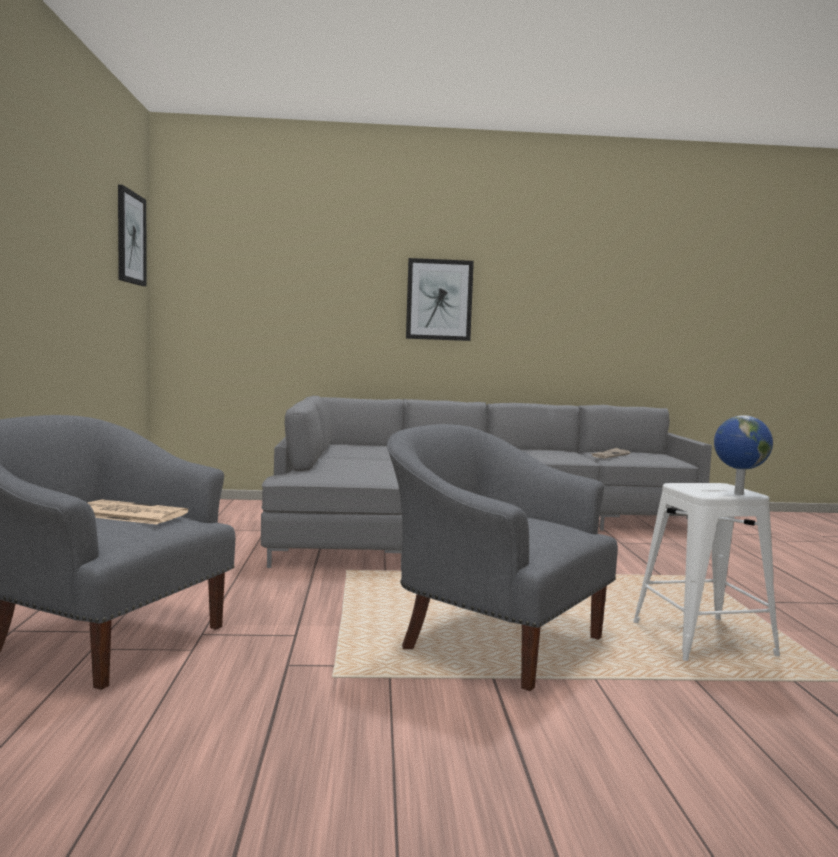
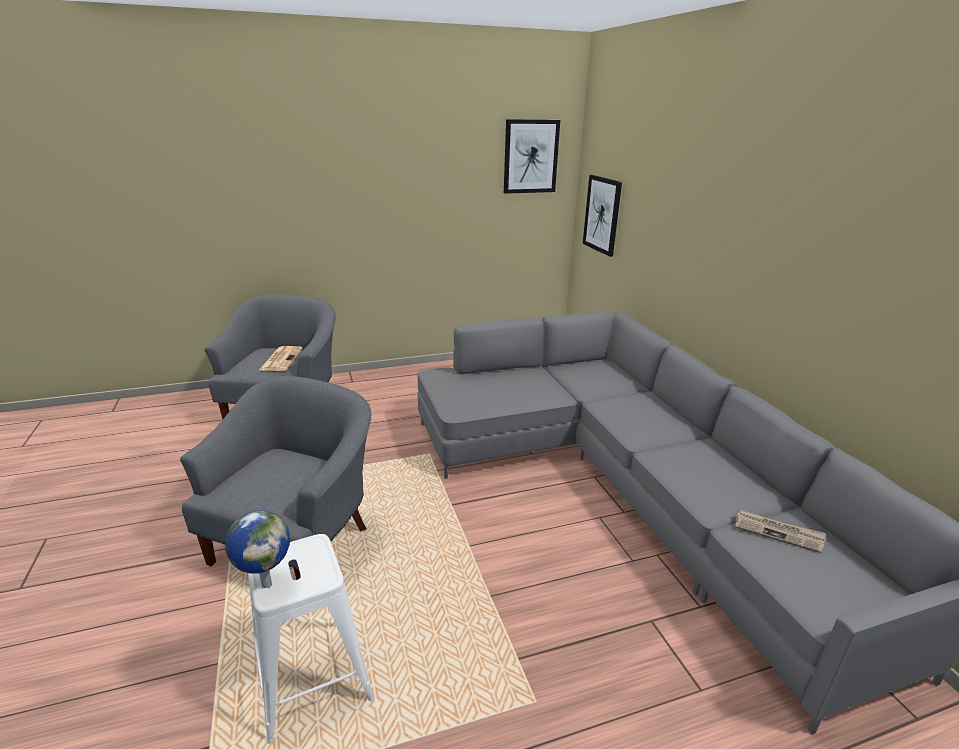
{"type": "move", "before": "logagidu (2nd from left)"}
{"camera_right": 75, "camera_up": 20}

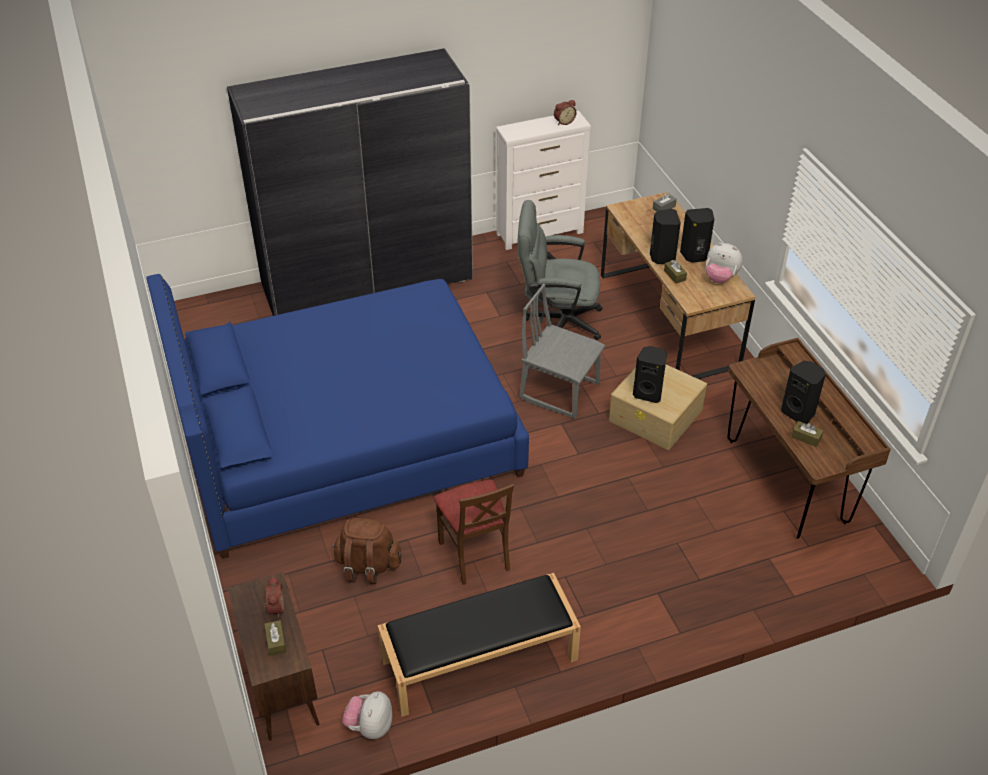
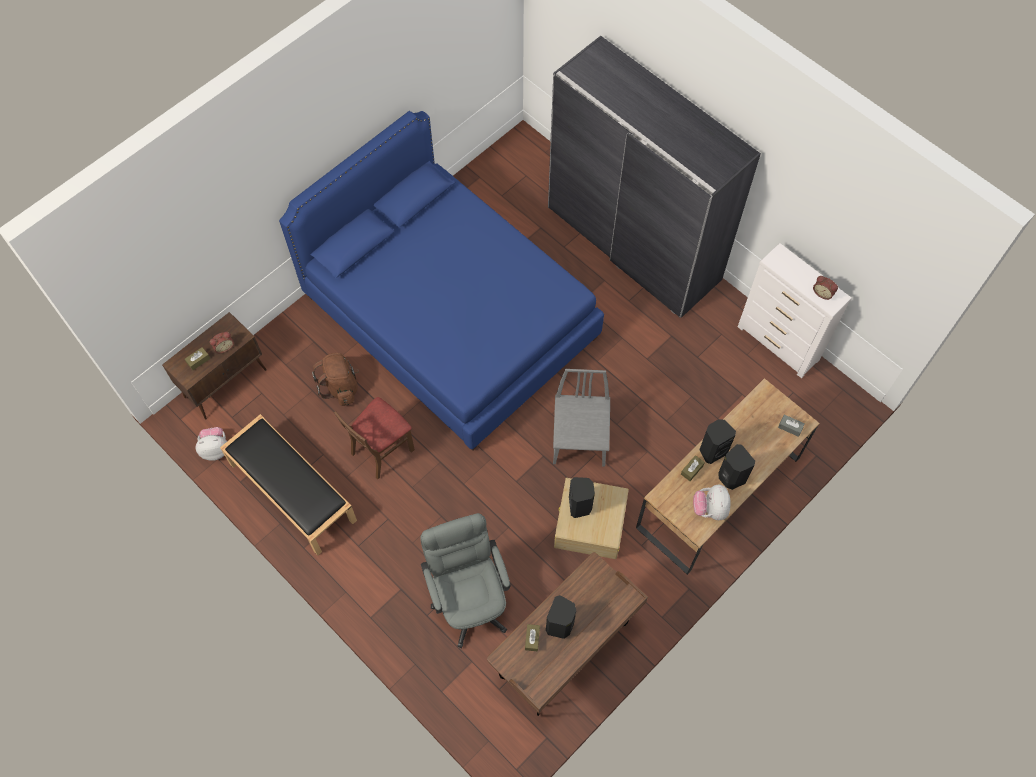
{"type": "move", "before": "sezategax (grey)"}
{"camera_right": 65, "camera_up": 20}

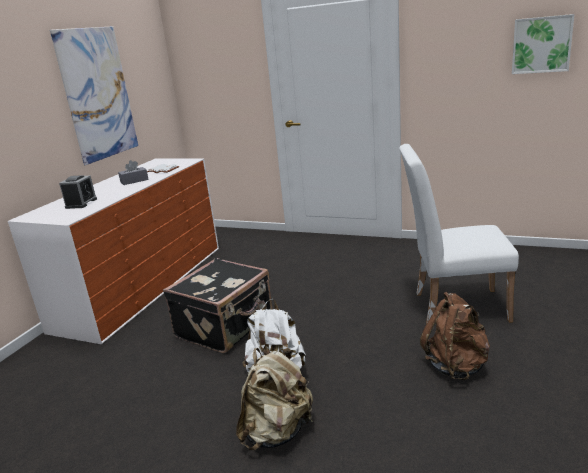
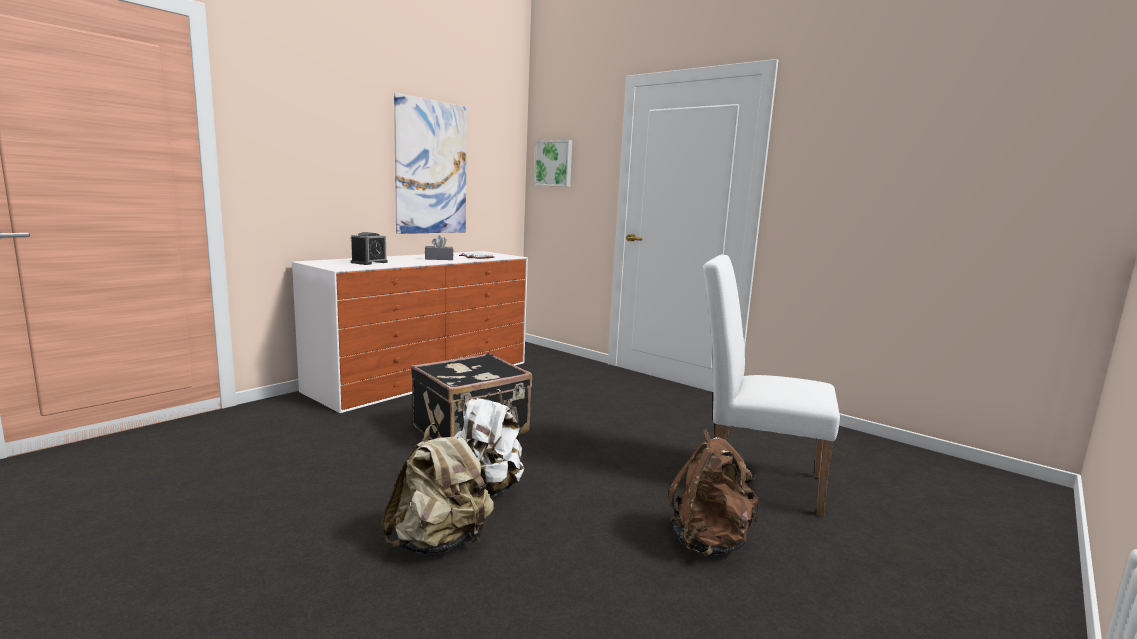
{"type": "move", "before": "logagidu (2nd from left)"}
{"camera_right": 15, "camera_up": -10}

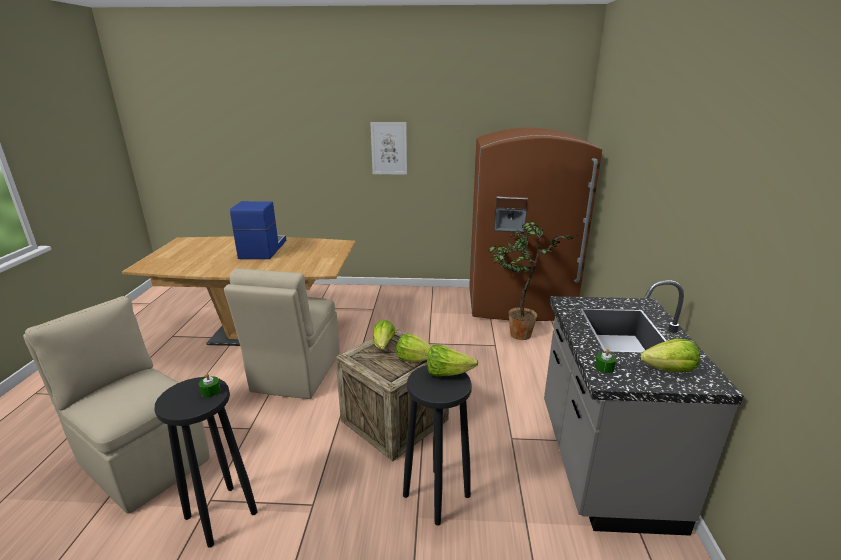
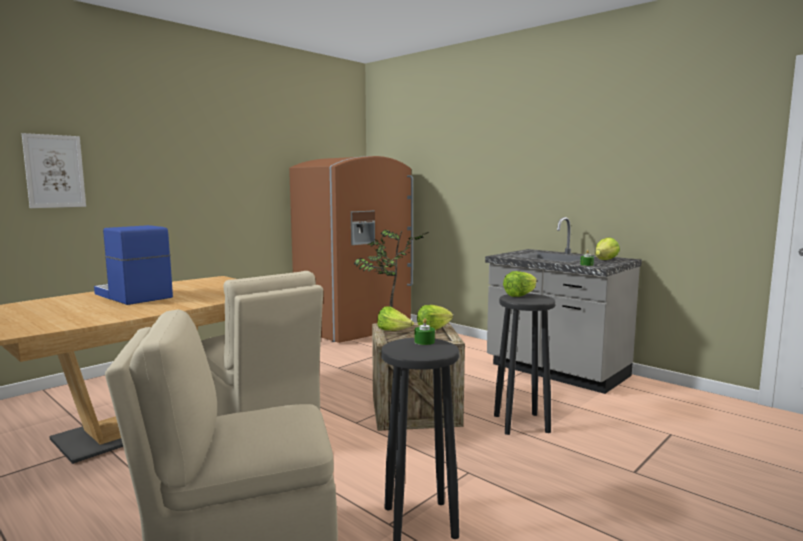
{"type": "move", "before": "logagidu"}
{"camera_right": -50, "camera_up": -15}

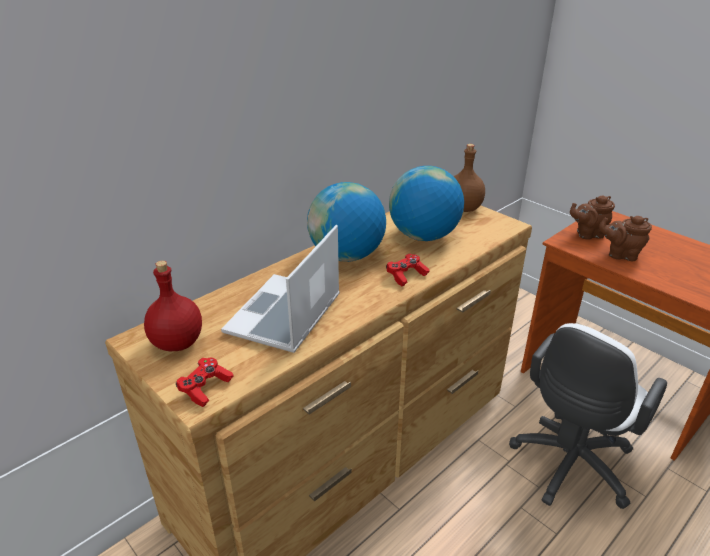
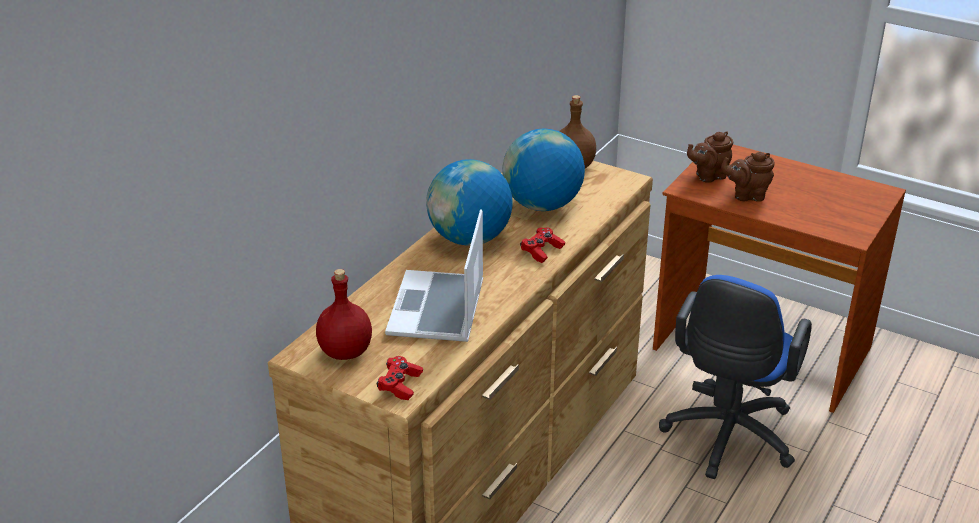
{"type": "recolor", "before": "sezategax (white)", "after": "sezategax (blue)"}
{"camera_right": -15, "camera_up": 0}

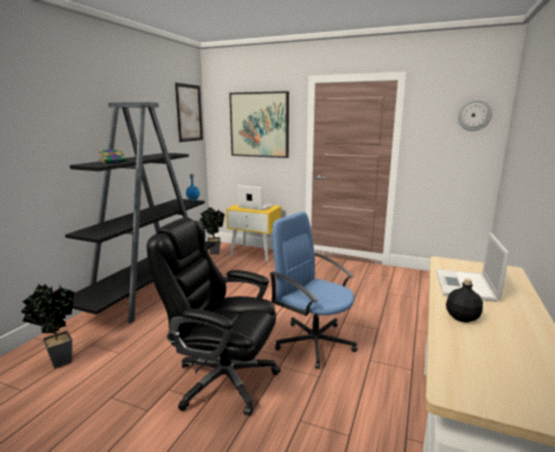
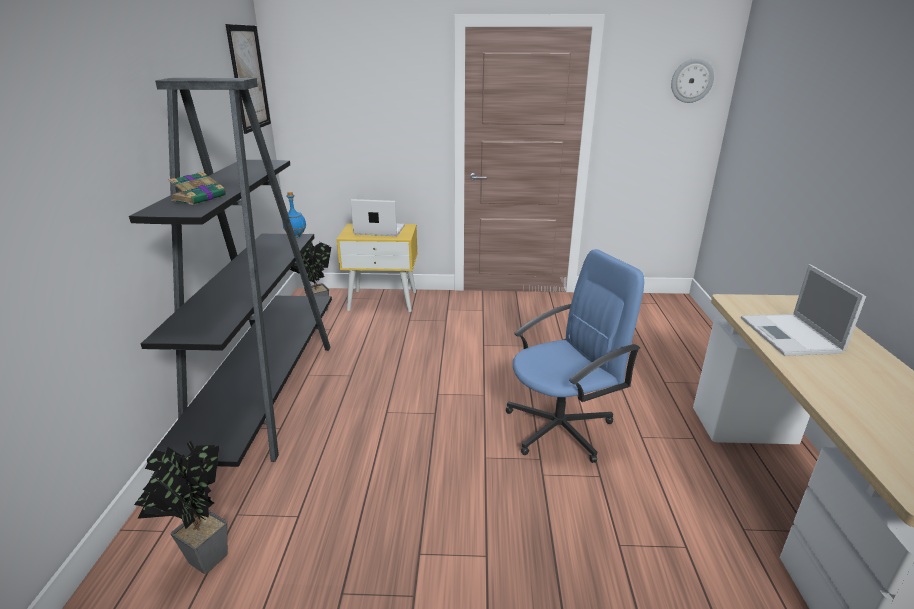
{"type": "delete", "before": "logagidu (2nd from left)"}
{"type": "rotate", "before": "sezategax (blue)", "turn": 135}
{"type": "delete", "before": "sezategax (black)"}
{"type": "delete", "before": "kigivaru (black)"}
{"camera_right": -20, "camera_up": 10}

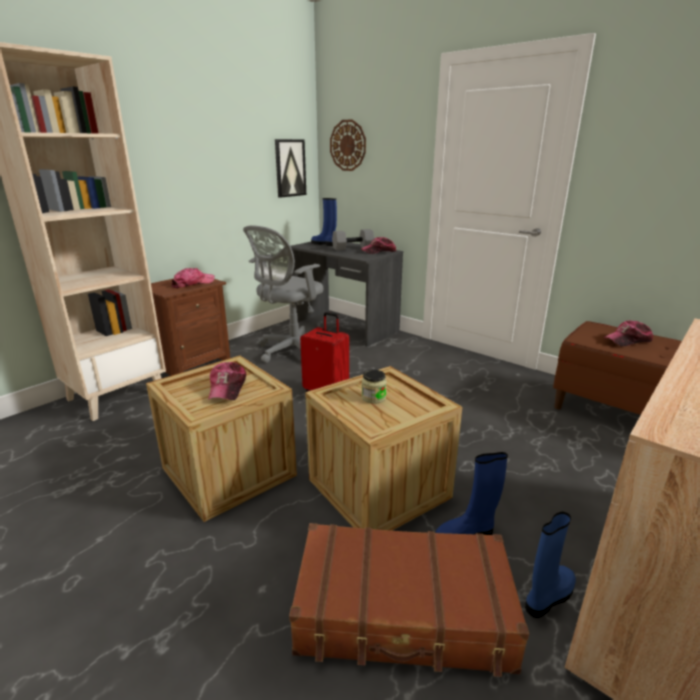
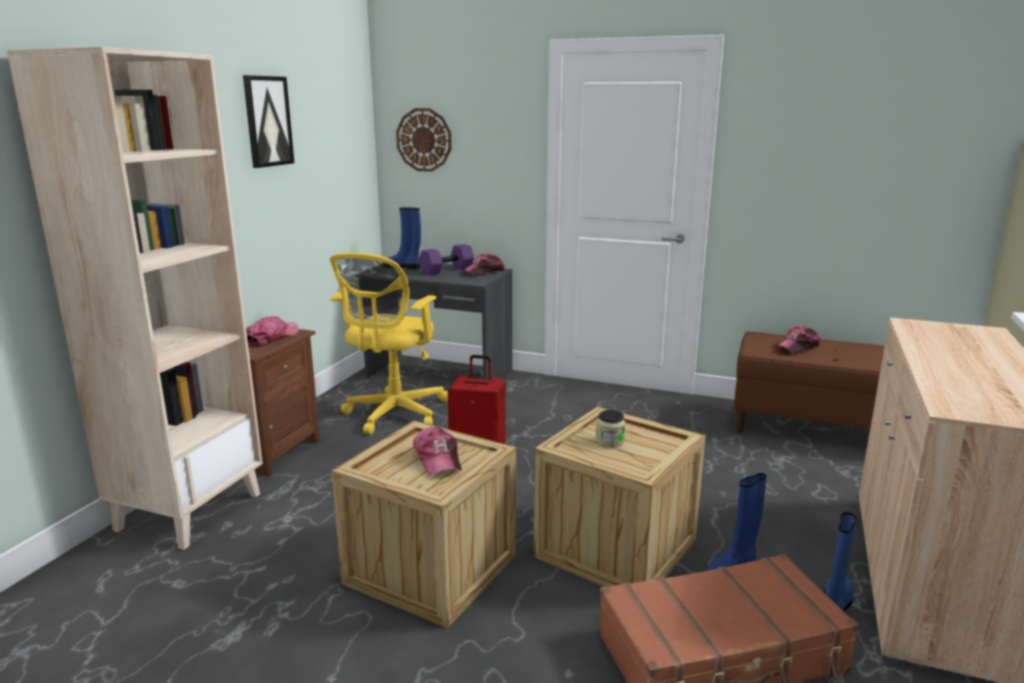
{"type": "move", "before": "logagidu"}
{"type": "recolor", "before": "sezategax (grey)", "after": "sezategax (yellow)"}
{"type": "recolor", "before": "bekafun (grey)", "after": "bekafun (purple)"}
{"camera_right": -20, "camera_up": -5}

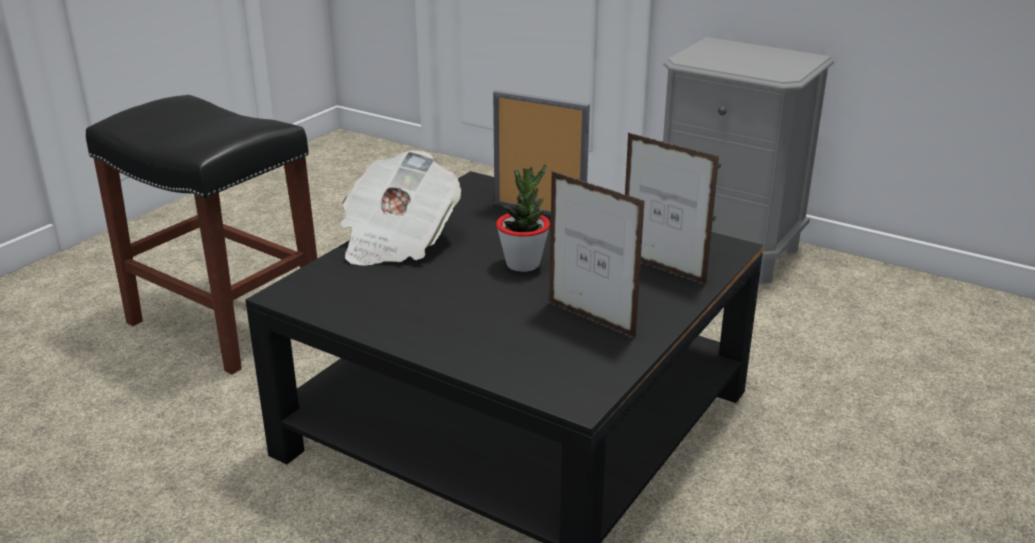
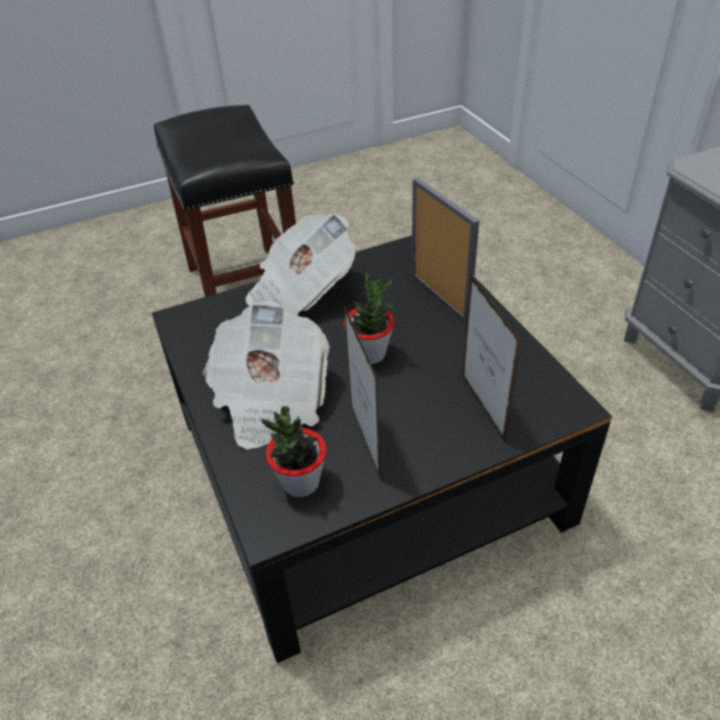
{"type": "insert", "after": "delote (1st from left)"}
{"type": "insert", "after": "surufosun (1st from left)"}
{"camera_right": 35, "camera_up": 15}

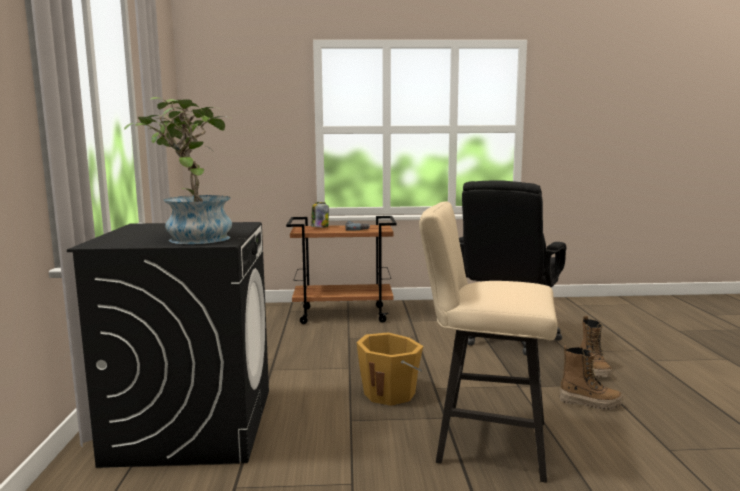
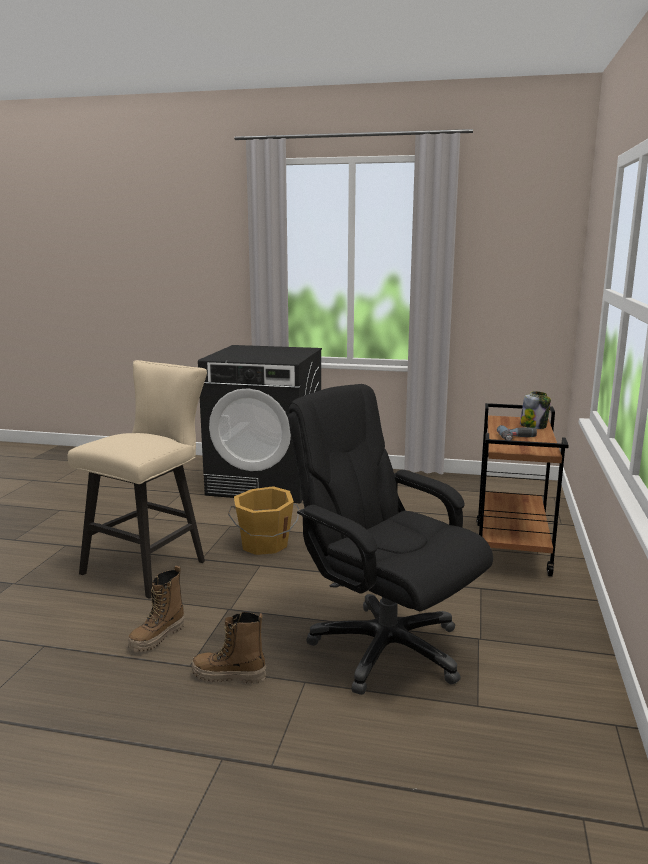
{"type": "delete", "before": "surufosun"}
{"camera_right": 105, "camera_up": 5}

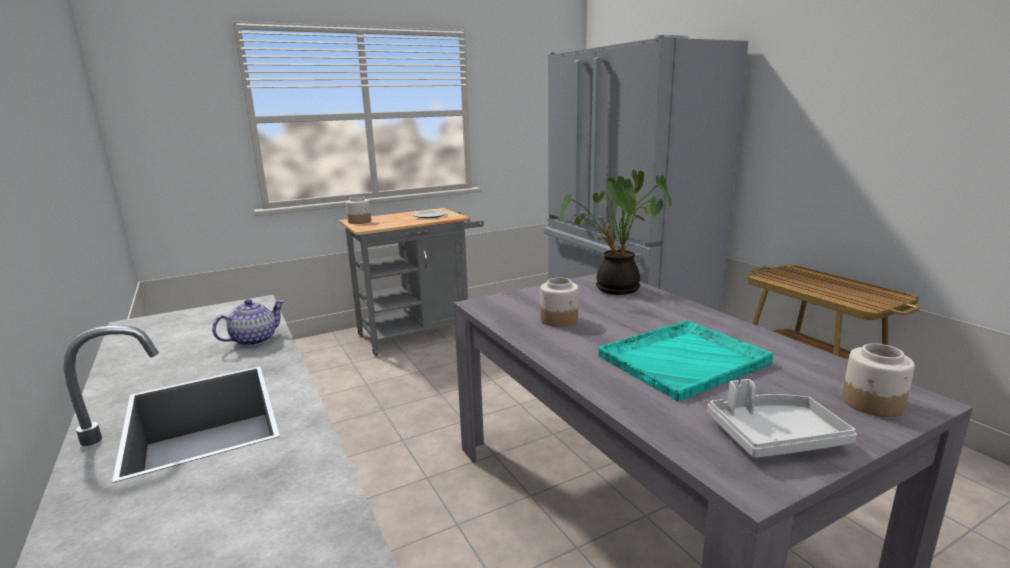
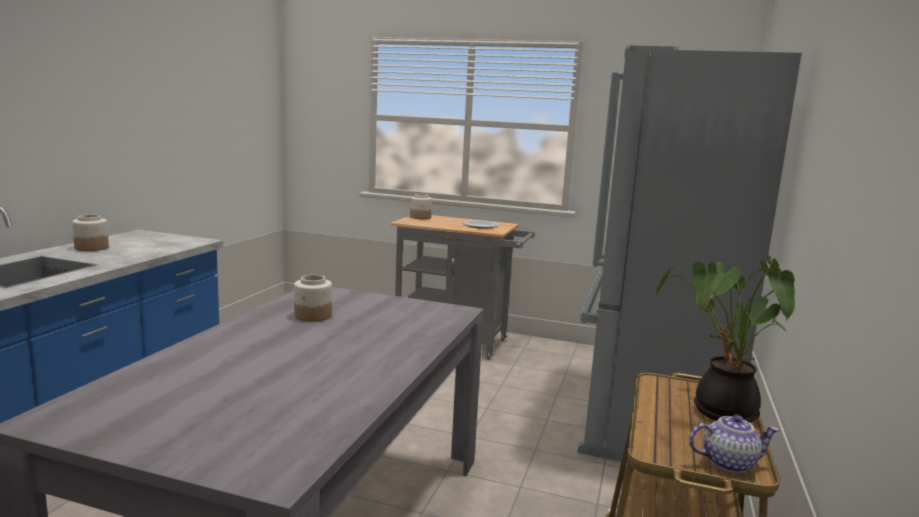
{"type": "move", "before": "surufosun"}
{"type": "move", "before": "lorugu"}
{"type": "delete", "before": "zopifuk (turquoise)"}
{"type": "move", "before": "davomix (3rd from left in the first image)", "after": "davomix (1st from left)"}
{"type": "delete", "before": "zopifuk (grey)"}
{"camera_right": 45, "camera_up": -5}

